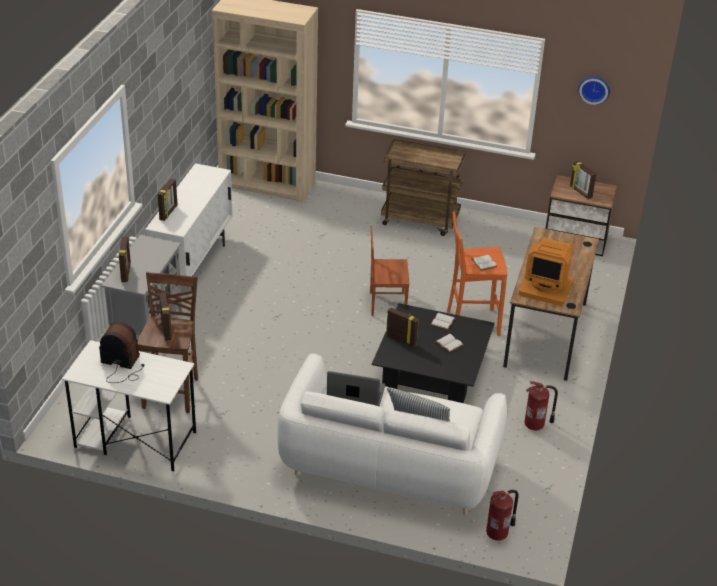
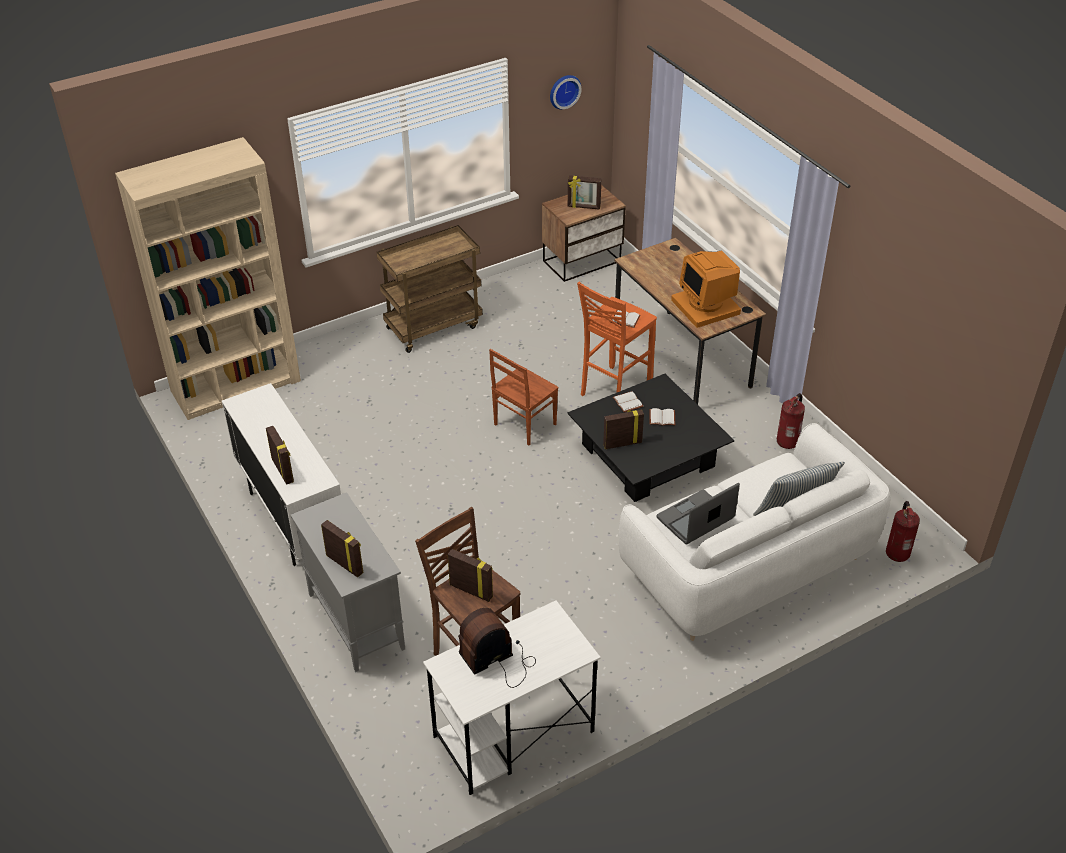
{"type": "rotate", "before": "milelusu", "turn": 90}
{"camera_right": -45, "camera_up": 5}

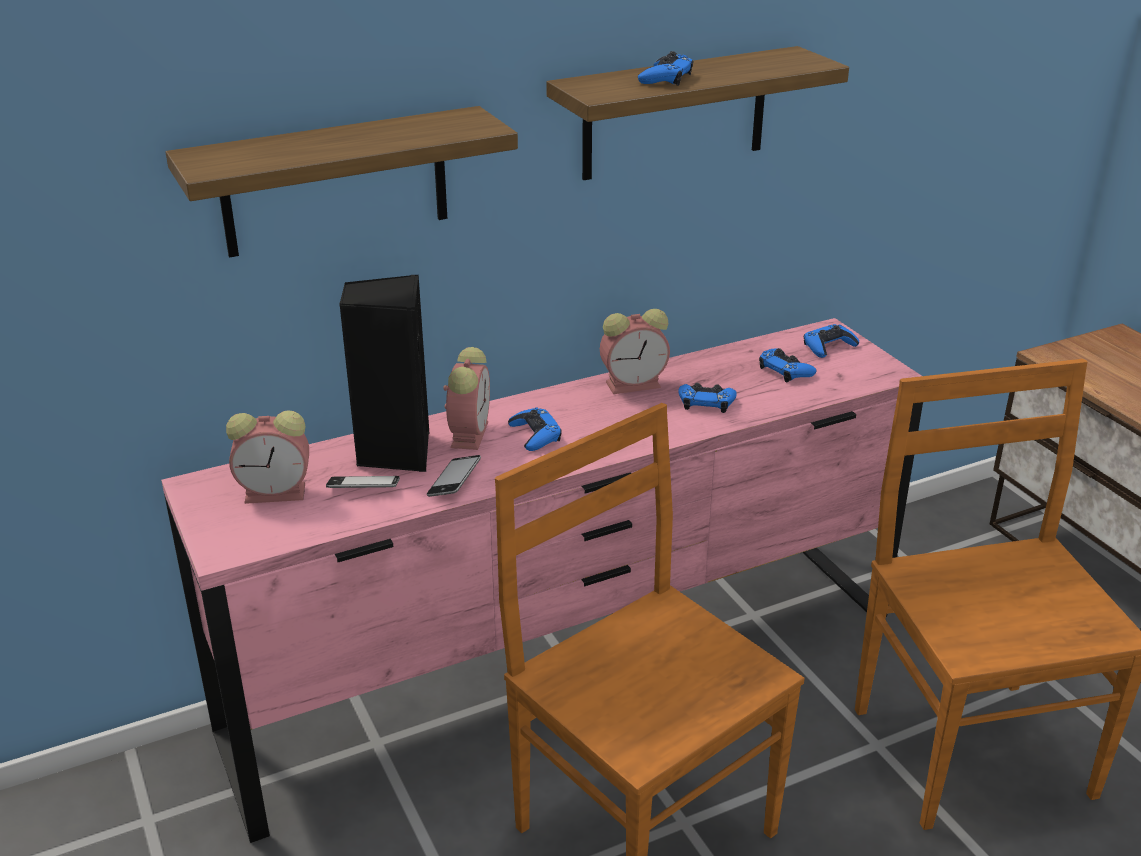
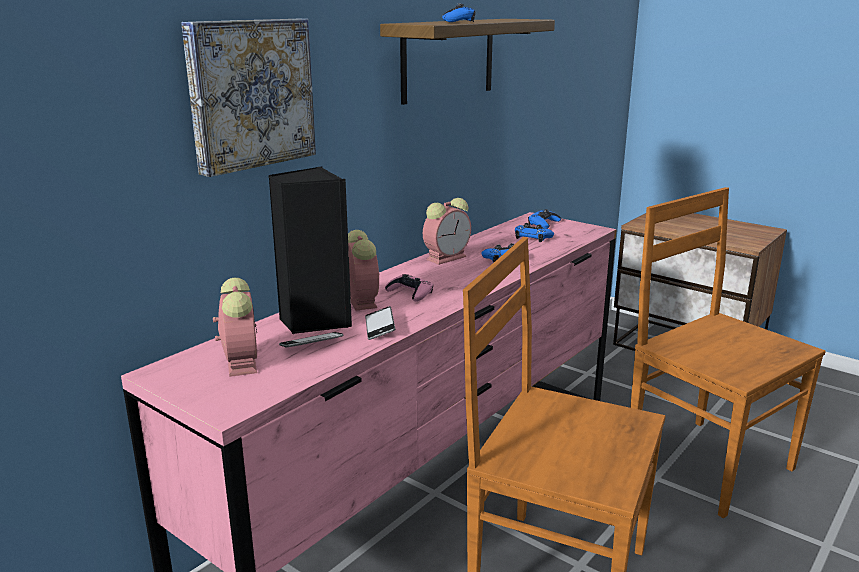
{"type": "replace", "before": "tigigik (1st from left)", "after": "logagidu"}
{"type": "recolor", "before": "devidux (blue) (1st from left)", "after": "devidux (pink)"}
{"type": "rotate", "before": "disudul (1st from left)", "turn": -75}
{"camera_right": -25, "camera_up": -10}

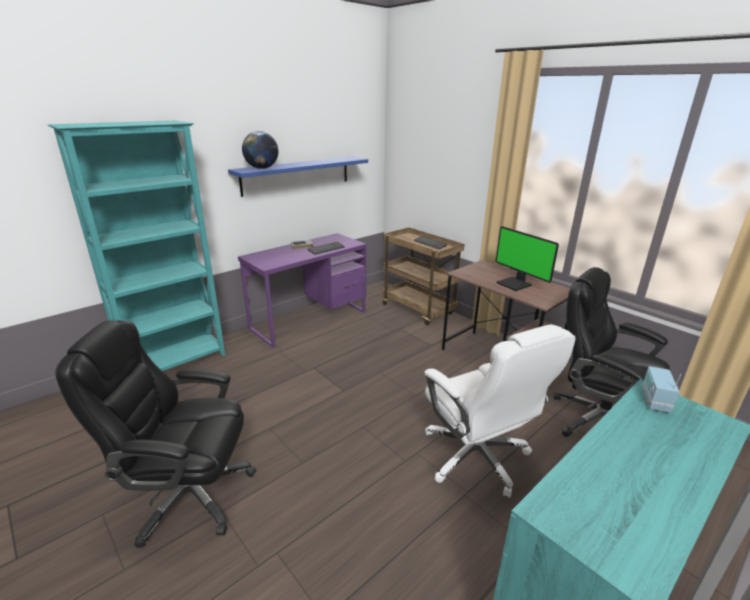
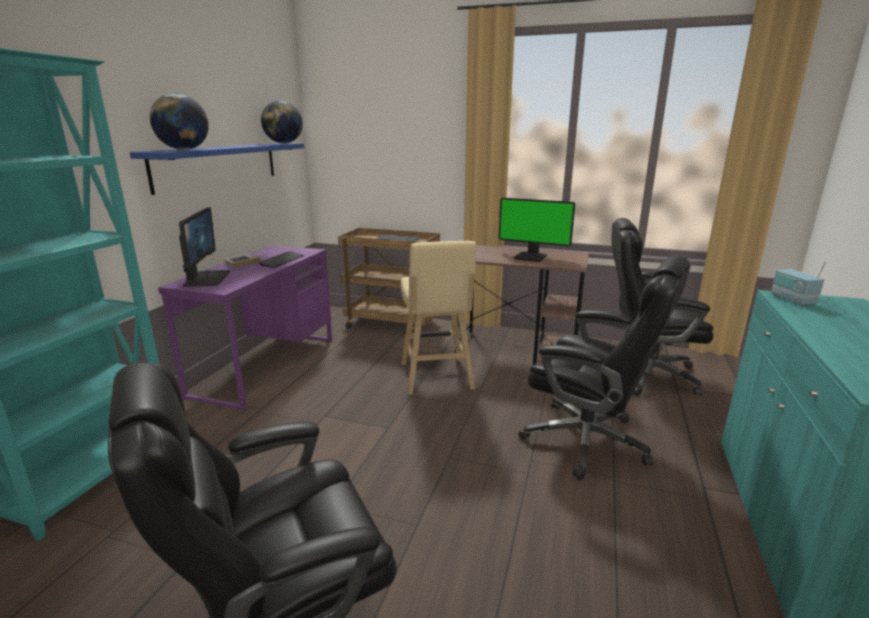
{"type": "recolor", "before": "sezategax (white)", "after": "sezategax (black) (2nd from left)"}
{"type": "insert", "after": "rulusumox (2nd from left)"}
{"type": "insert", "after": "milelusu (1st from left)"}
{"type": "insert", "after": "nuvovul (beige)"}
{"camera_right": -30, "camera_up": -5}

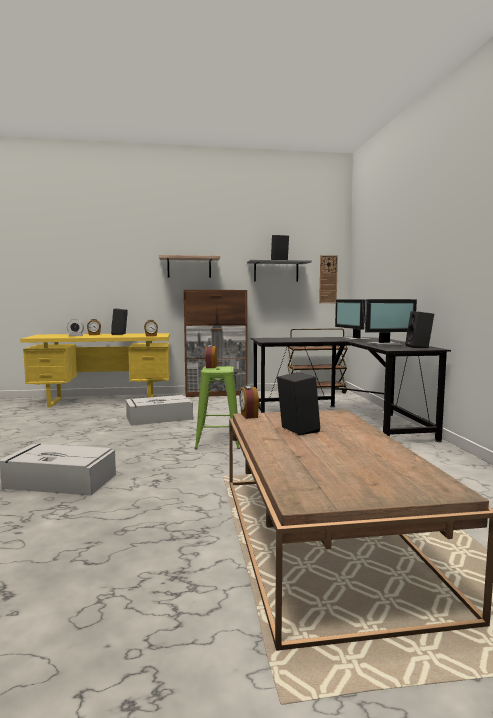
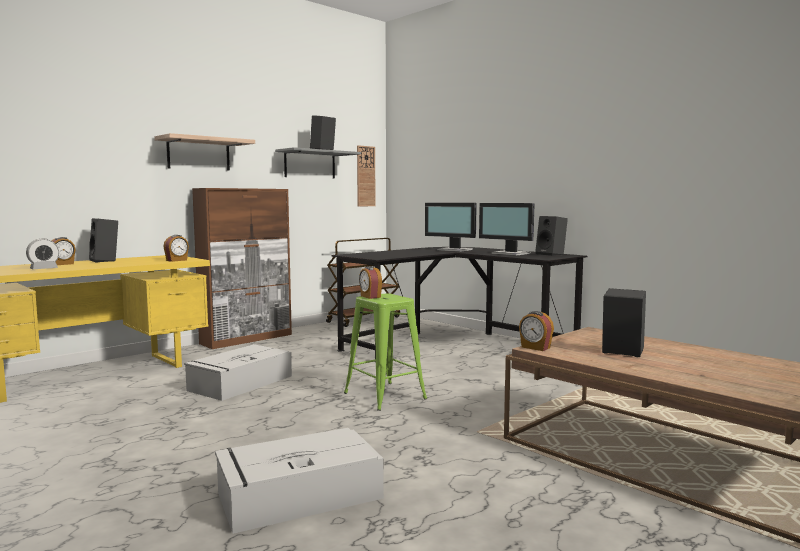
{"type": "rotate", "before": "milelusu (2nd from left)", "turn": 90}
{"camera_right": -35, "camera_up": 0}

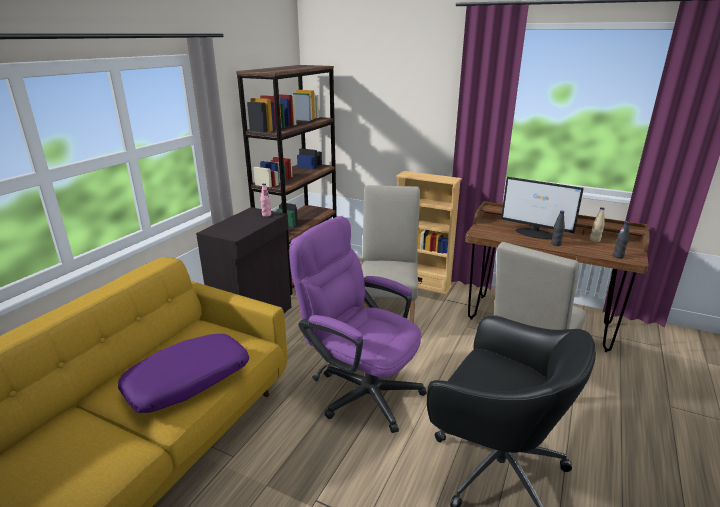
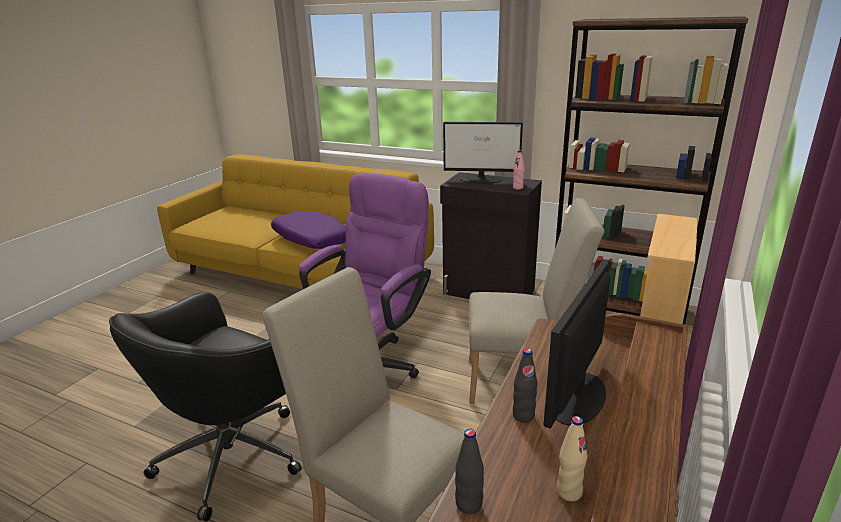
{"type": "insert", "after": "milelusu (1st from left)"}
{"camera_right": 90, "camera_up": 0}

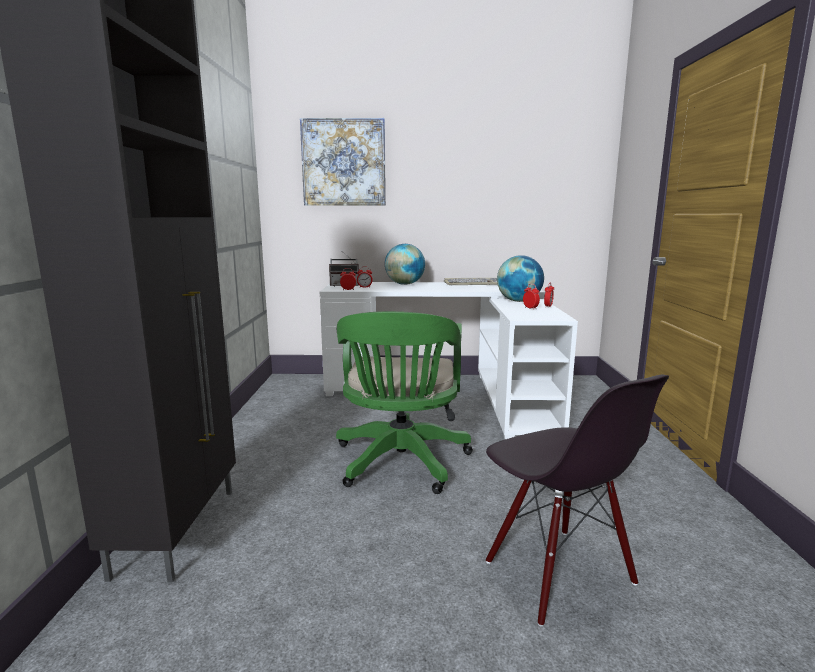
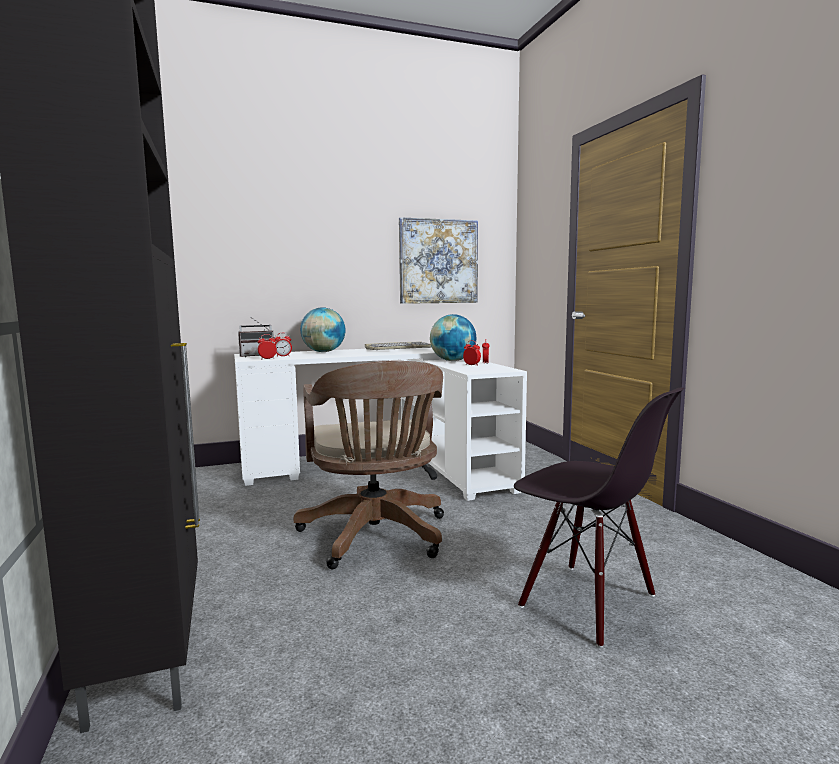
{"type": "move", "before": "logagidu"}
{"type": "recolor", "before": "sezategax (green)", "after": "sezategax (brown)"}
{"camera_right": -20, "camera_up": -5}

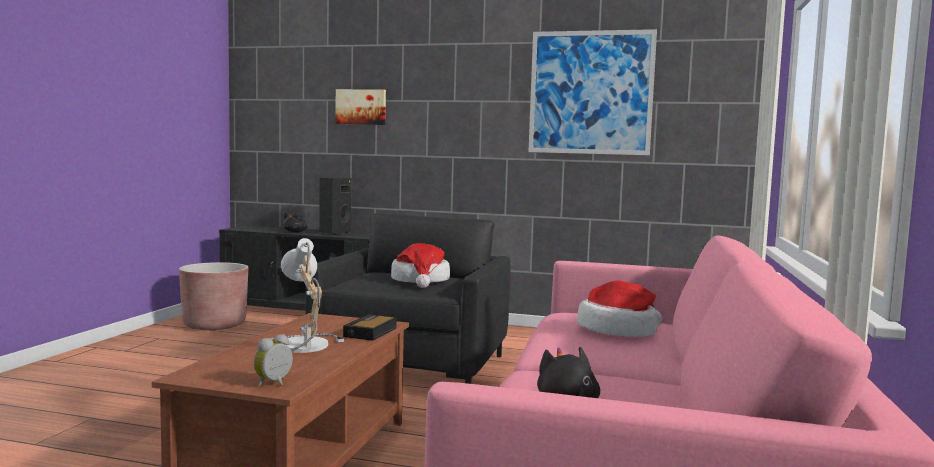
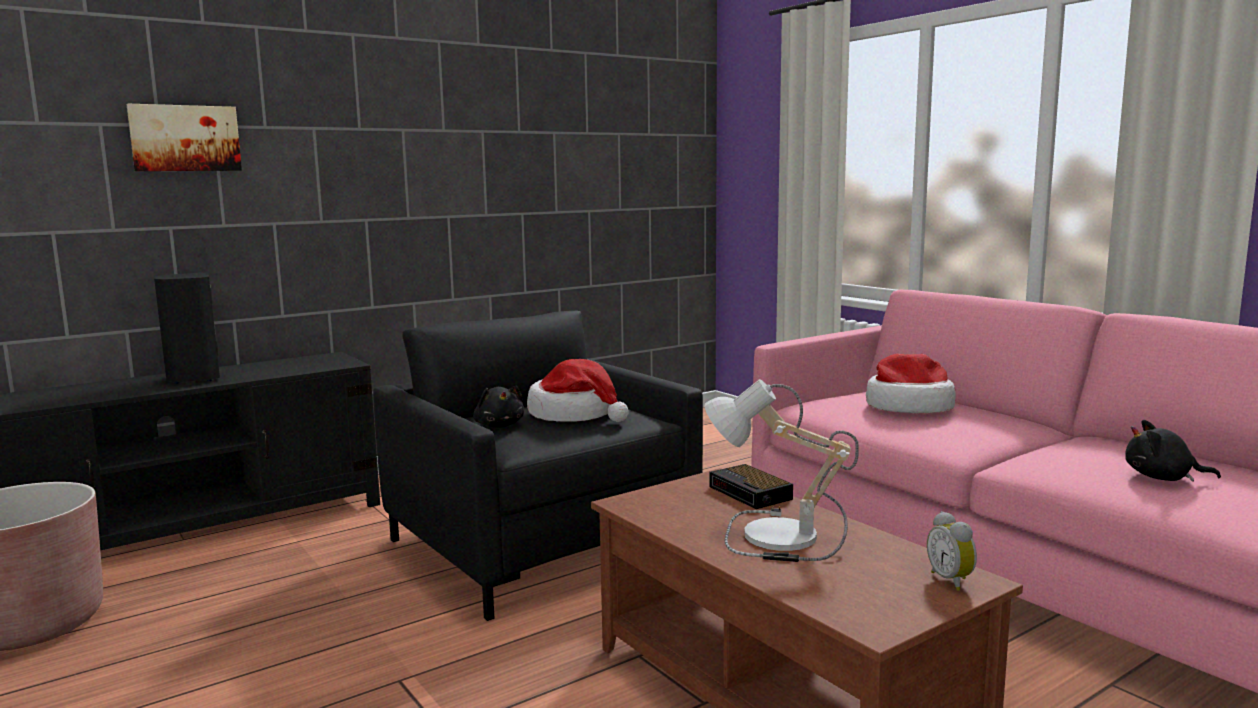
{"type": "delete", "before": "logagidu (2nd from left)"}
{"type": "move", "before": "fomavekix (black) (1st from left)"}
{"camera_right": -50, "camera_up": 5}

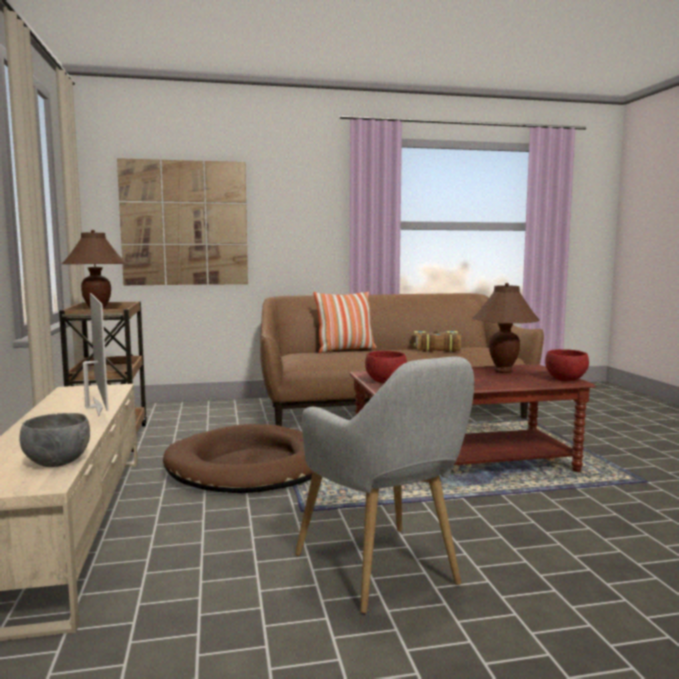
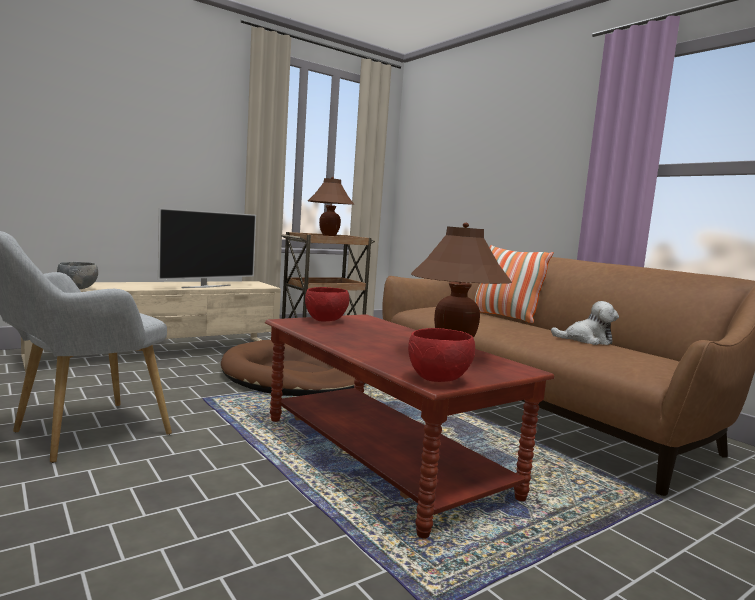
{"type": "delete", "before": "logagidu"}
{"type": "replace", "before": "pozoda", "after": "fomavekix"}
{"camera_right": 65, "camera_up": 0}

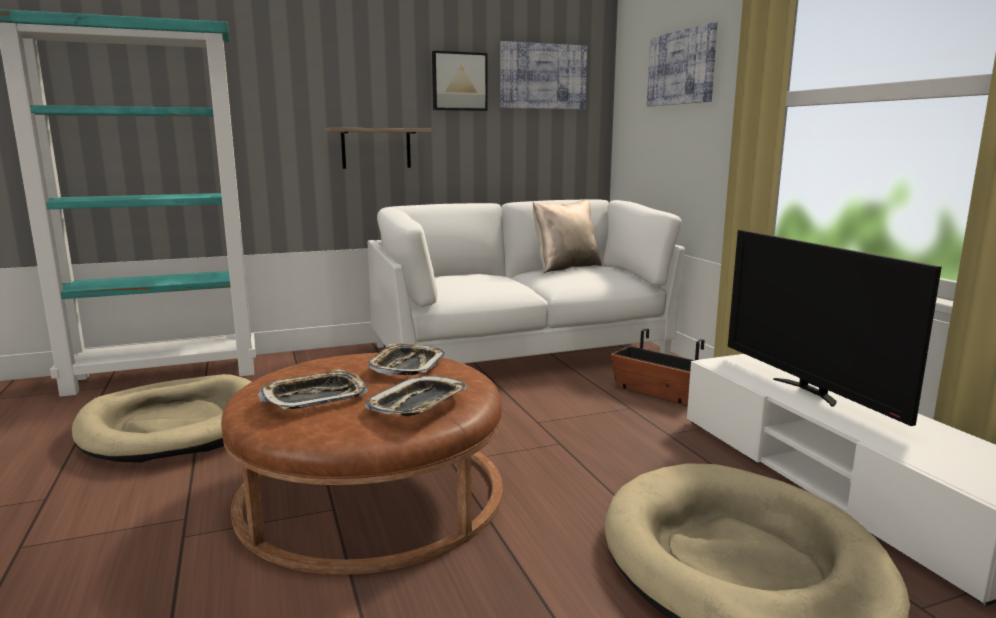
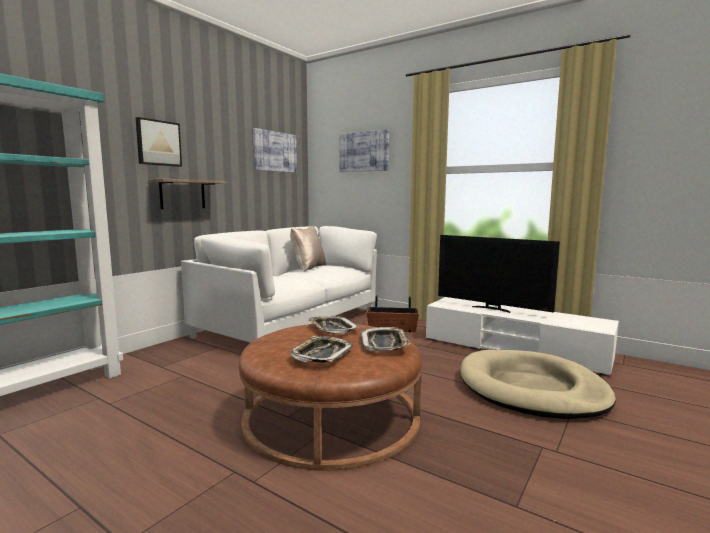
{"type": "move", "before": "logagidu (1st from left)"}
{"type": "delete", "before": "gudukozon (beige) (1st from left)"}
{"camera_right": -35, "camera_up": -5}

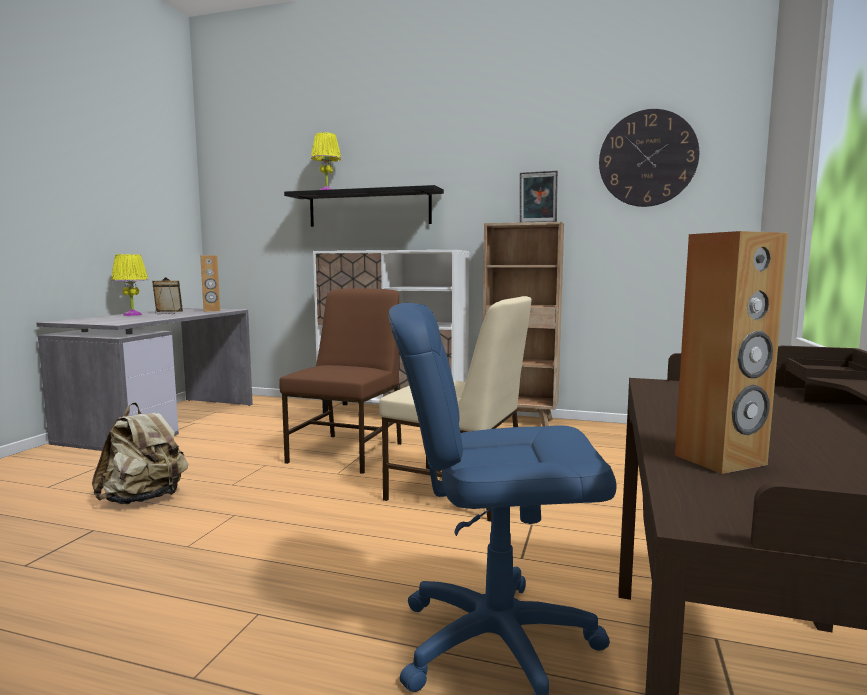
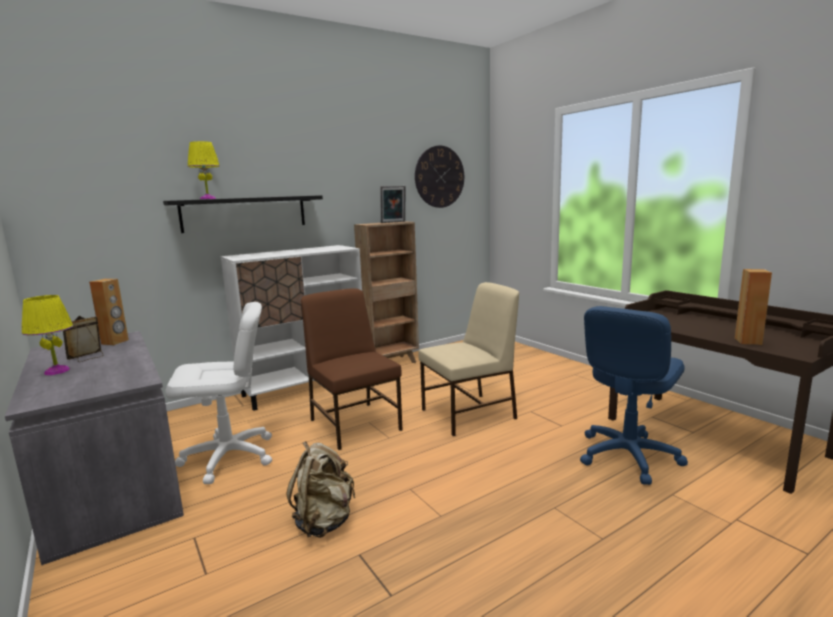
{"type": "insert", "after": "sezategax (white)"}
{"camera_right": -50, "camera_up": 5}

